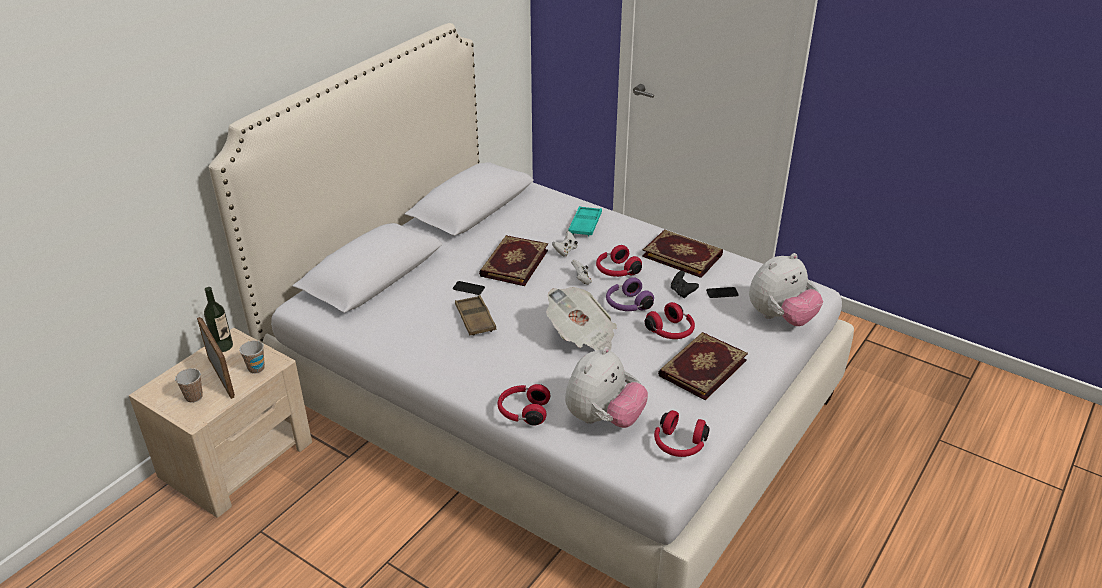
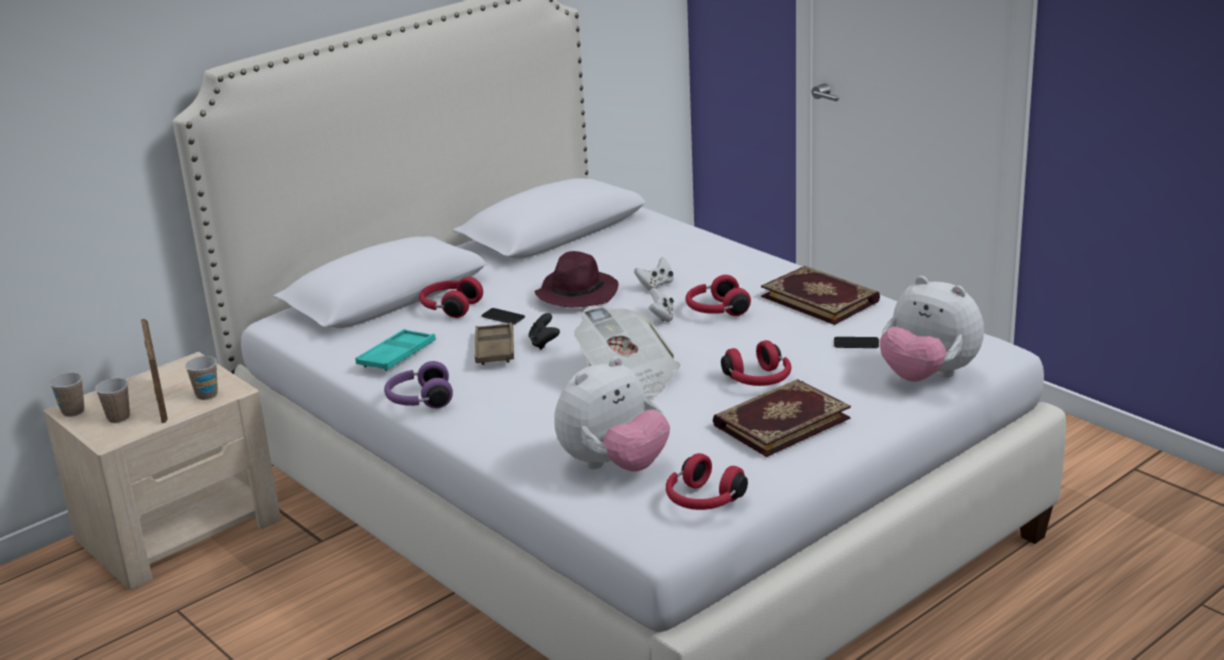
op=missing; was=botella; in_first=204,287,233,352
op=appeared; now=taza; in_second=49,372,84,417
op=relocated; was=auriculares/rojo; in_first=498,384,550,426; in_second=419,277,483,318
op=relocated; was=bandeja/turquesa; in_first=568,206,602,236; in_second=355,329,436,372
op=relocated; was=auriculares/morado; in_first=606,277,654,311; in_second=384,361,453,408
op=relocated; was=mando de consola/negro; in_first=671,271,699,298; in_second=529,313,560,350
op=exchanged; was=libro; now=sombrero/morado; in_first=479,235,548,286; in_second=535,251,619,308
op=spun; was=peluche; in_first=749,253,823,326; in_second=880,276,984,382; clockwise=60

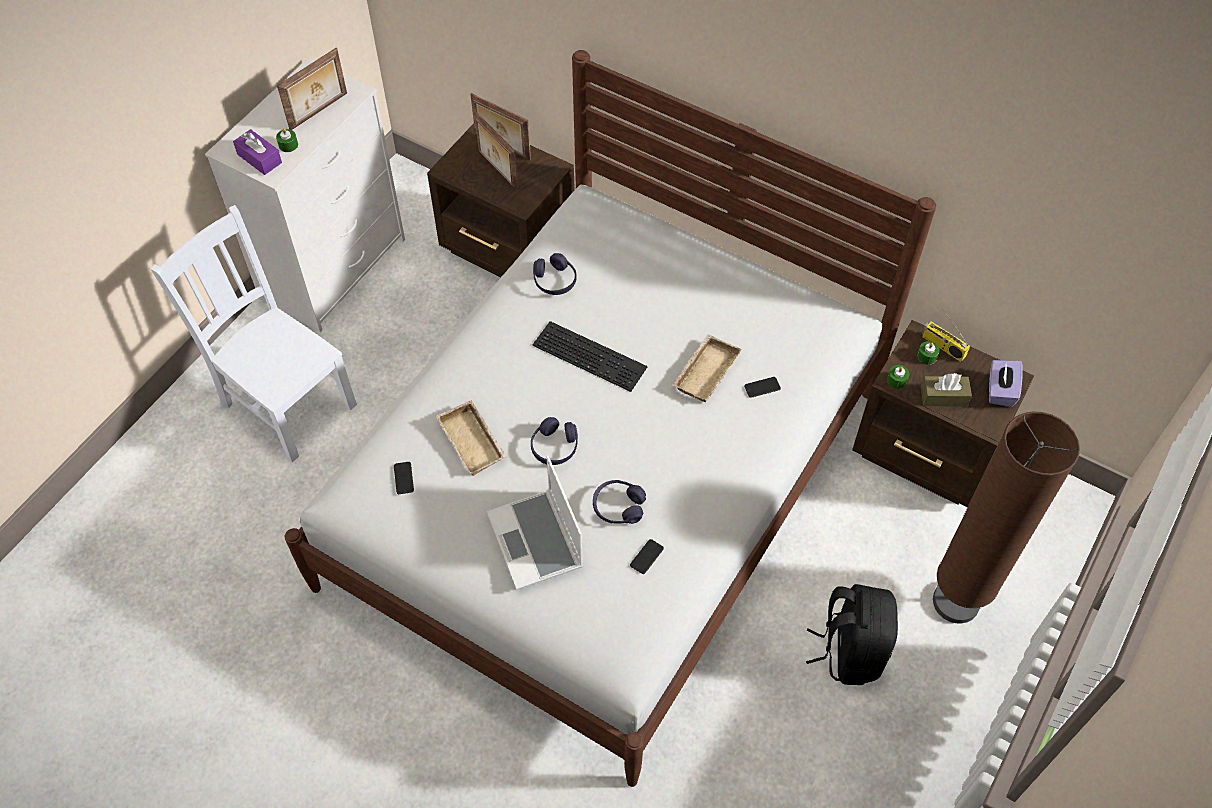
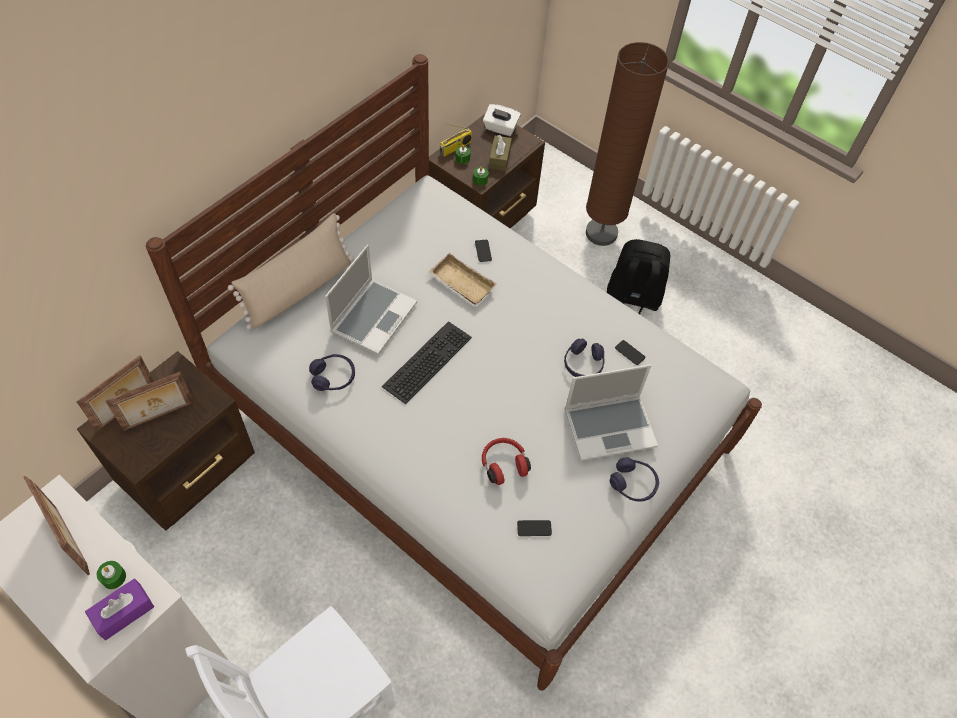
op=appeared; now=cojín/beis; in_second=228,213,353,330
op=appeared; now=portátil; in_second=325,244,417,355
op=relocated; was=auriculares/morado; in_first=531,417,578,465; in_second=610,457,659,502
op=exchanged; was=bandeja/beis; now=auriculares/rojo; in_first=436,400,507,476; in_second=482,438,531,485
op=colour; was=caja de pañuelos/morado; now=caja de pañuelos/blanco; in_first=989,360,1023,407; in_second=483,104,521,136

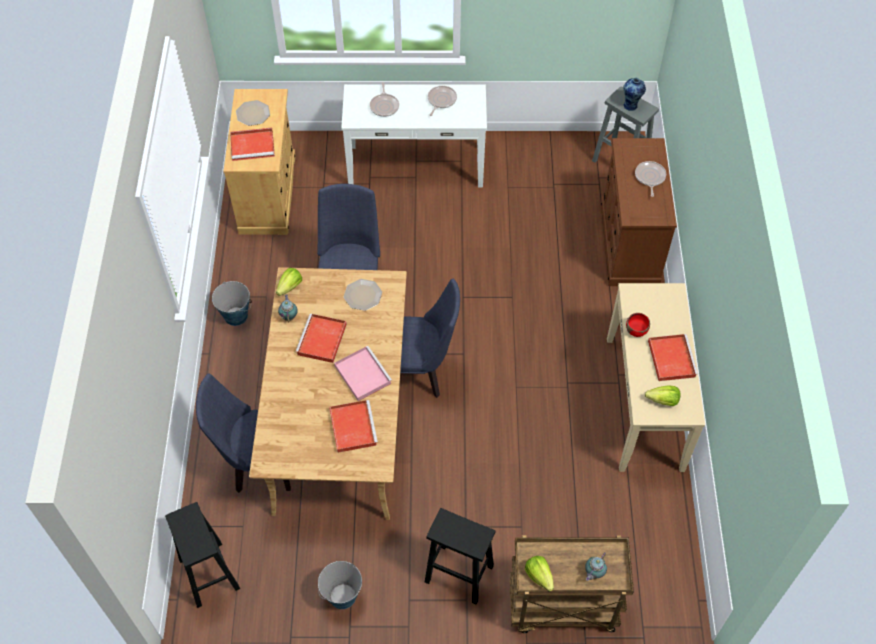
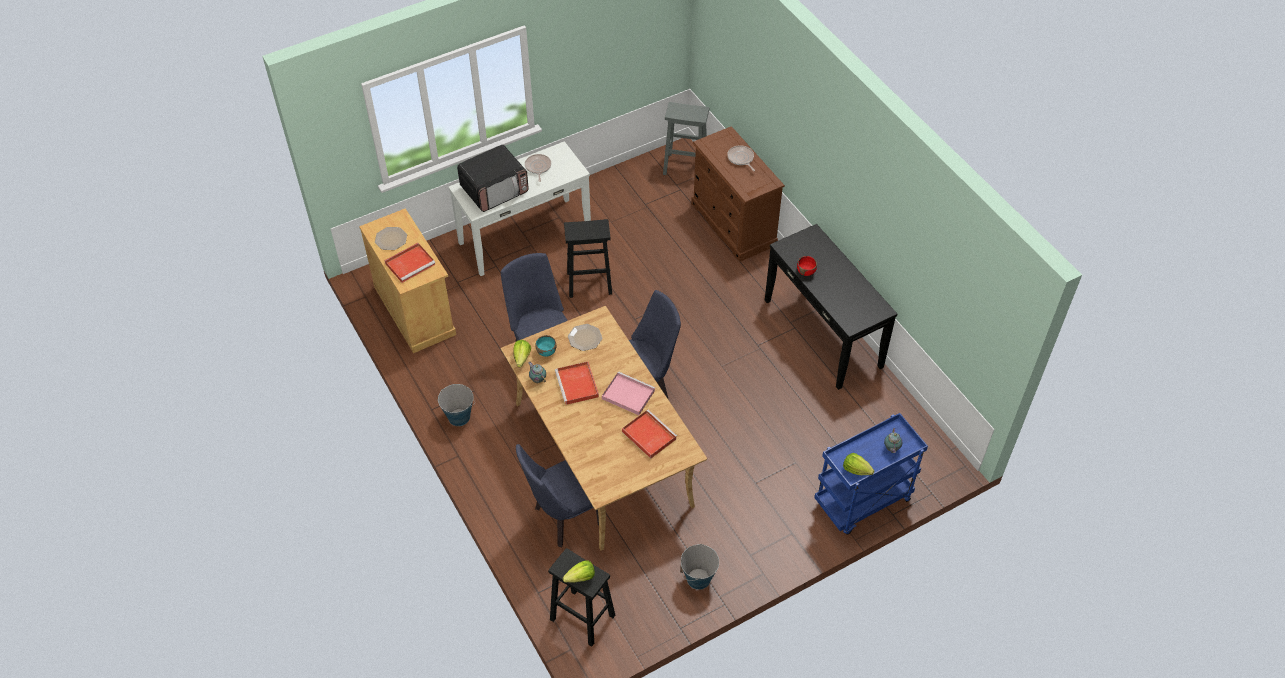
op=missing; was=florero; in_first=623,78,646,111
op=missing; was=bandeja/rojo; in_first=648,334,698,381
op=appeared; now=cuenco/turquesa; in_second=536,335,556,356
op=relocated; was=taburete/negro; in_first=425,508,495,605; in_second=564,219,612,298
op=relocated; was=lechuga; in_first=645,385,680,406; in_second=563,560,595,583
op=exchanged; was=sartén; now=microondas; in_first=370,82,399,117; in_second=457,145,529,212
op=colour; was=carrito/marrón; now=carrito/azul; in_first=510,535,634,633; in_second=814,413,928,535
op=colour; was=mesa consola/beis; now=mesa consola/negro; in_first=607,283,705,472; in_second=765,224,897,390

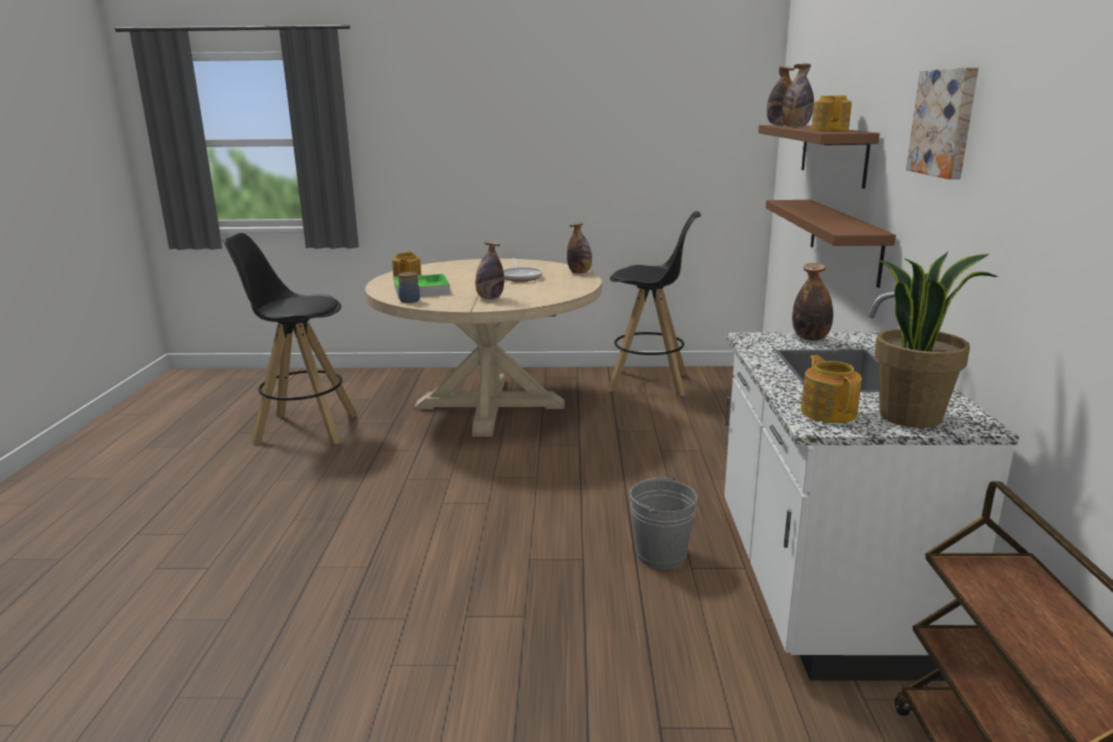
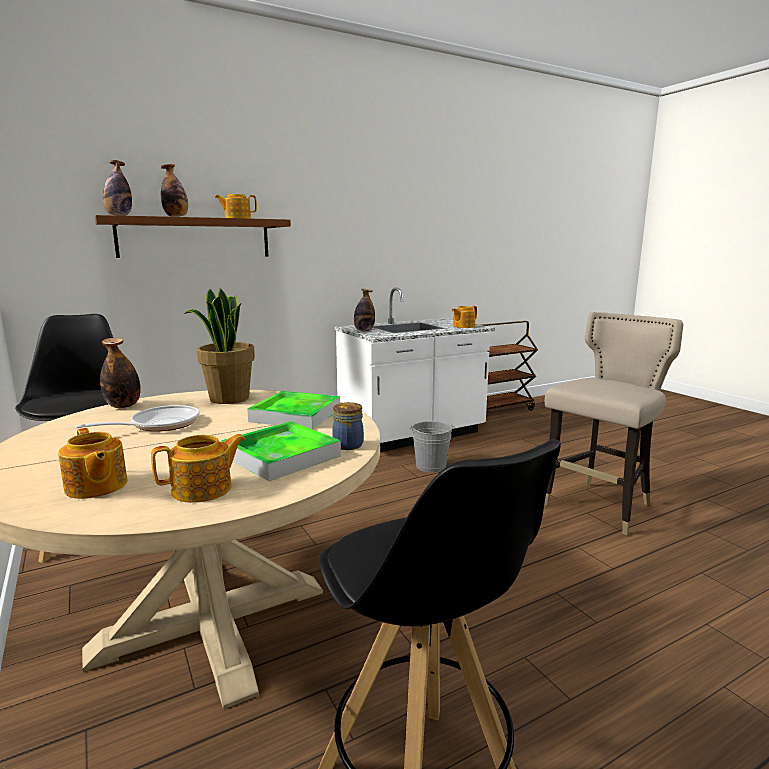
op=missing; was=estante/marrón; in_first=766,200,896,288
op=missing; was=cuadro; in_first=906,67,979,179
op=appeared; now=tetera; in_second=58,428,127,499
op=appeared; now=taburete/beis; in_second=544,312,684,535
op=relocated; was=planta en maceta; in_first=874,252,998,428; in_second=184,288,255,404
op=exchanged; was=botella; now=bandeja; in_first=475,242,504,299; in_second=247,391,340,429

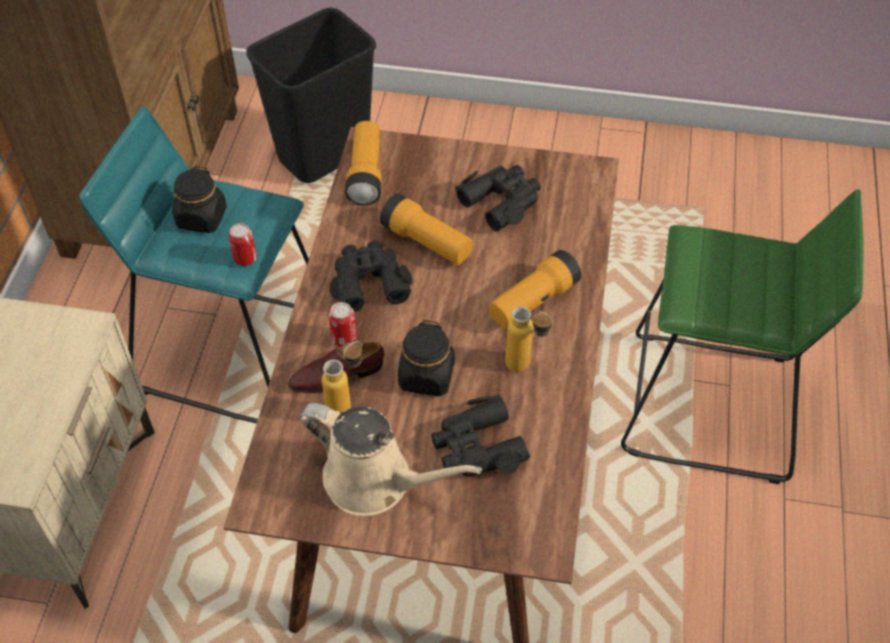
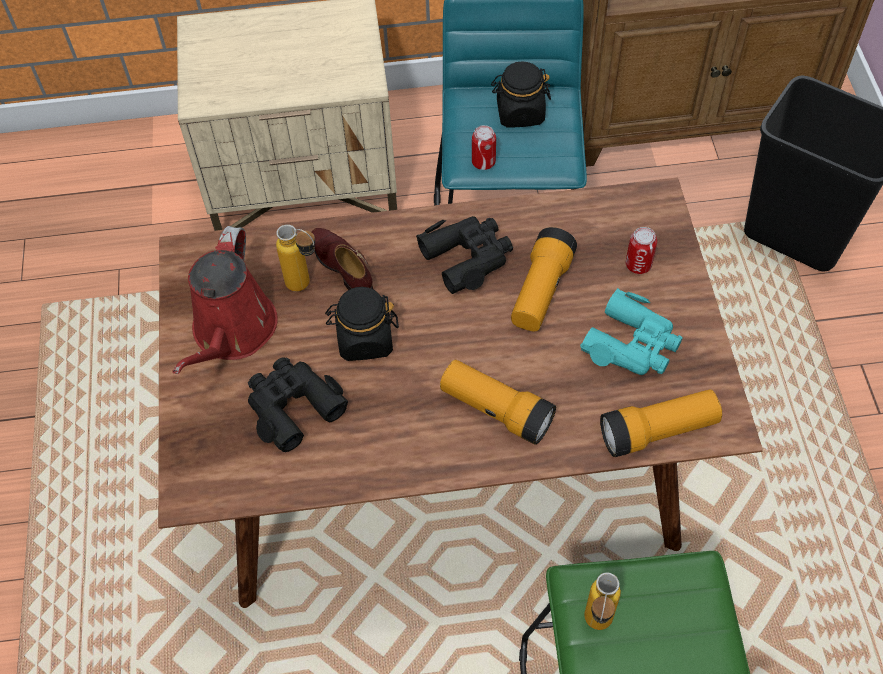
op=relocated; was=lata; in_first=329,302,357,347; in_second=626,227,657,274
op=relocated; was=linterna; in_first=345,121,382,206; in_second=600,389,722,457
op=relocated; was=botella; in_first=505,307,553,372; in_second=584,572,621,630
op=colour; was=regadera/beis; now=regadera/rojo; in_first=299,403,482,516; in_second=173,226,278,374
op=colour; was=prismáticos/negro; now=prismáticos/turquesa; in_first=455,165,541,231; in_second=580,288,682,375

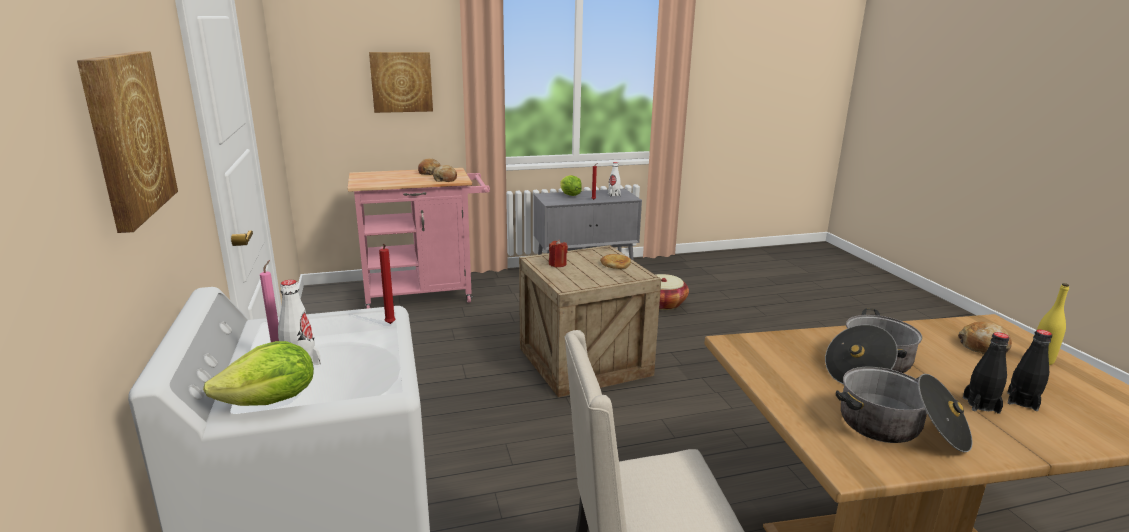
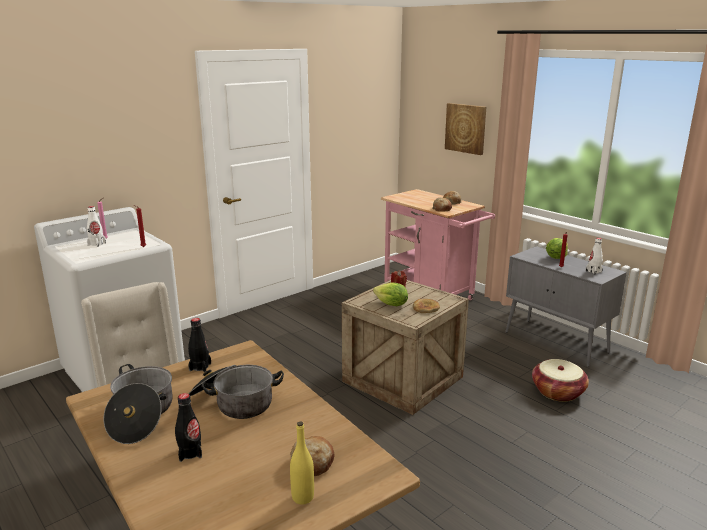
op=missing; was=cuadro; in_first=77,51,178,233
op=relocated; was=lechuga; in_first=203,341,314,406; in_second=373,283,408,306
op=relocated; was=botella/negro; in_first=1007,329,1052,411; in_second=188,318,211,372

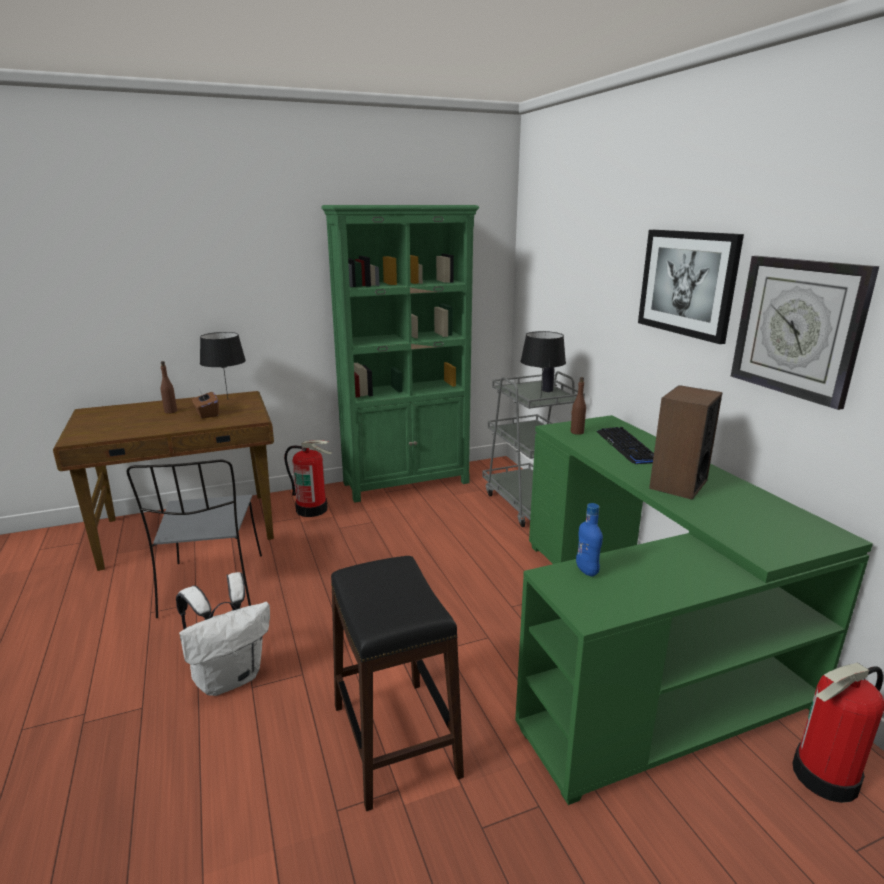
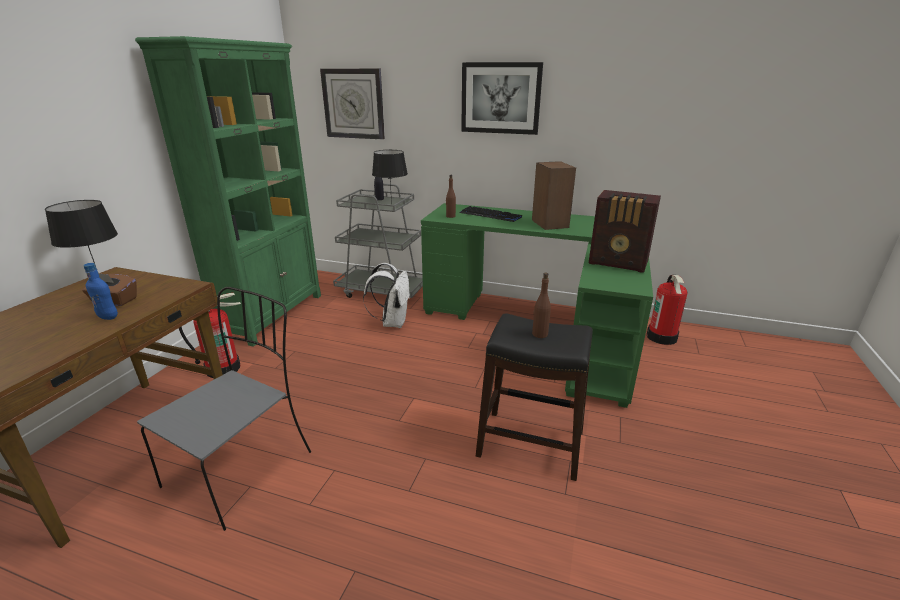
op=appeared; now=radio; in_second=589,190,661,273
op=relocated; was=botella/marrón; in_first=161,361,177,414; in_second=532,273,551,338
op=relocated; was=mochila/blanco; in_first=176,572,270,696; in_second=363,263,410,328
op=relocated; was=botella/azul; in_first=576,503,603,576; in_second=83,263,118,320
op=relocated; was=reloj de pared; in_first=731,256,879,410; in_second=320,69,385,139
op=spun; was=silla/gris; in_first=127,460,262,618; in_second=137,287,311,531; clockwise=-90

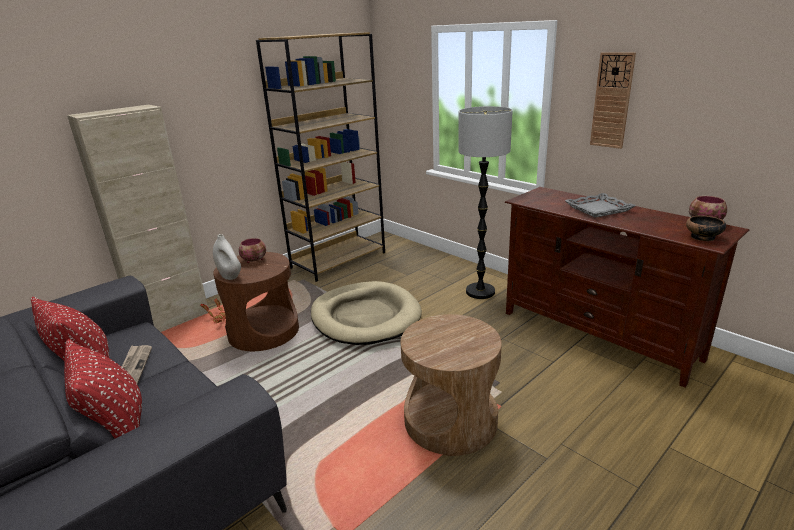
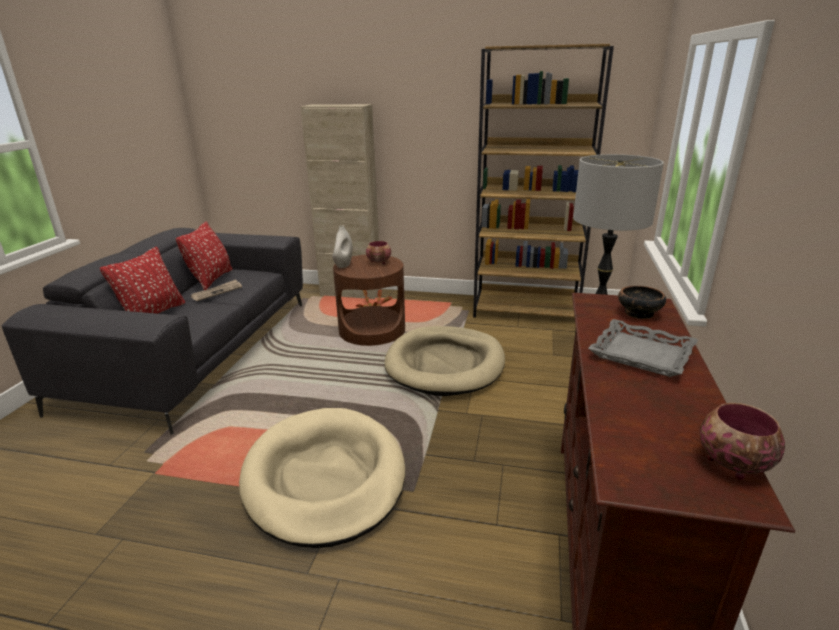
op=missing; was=reloj de pared; in_first=590,52,636,149
op=relocated; was=cuenco; in_first=686,215,726,241; in_second=618,286,666,319
op=exchanged; was=mesa auxiliar/marrón; now=cama para perro/beis; in_first=401,314,502,456; in_second=239,408,406,548

